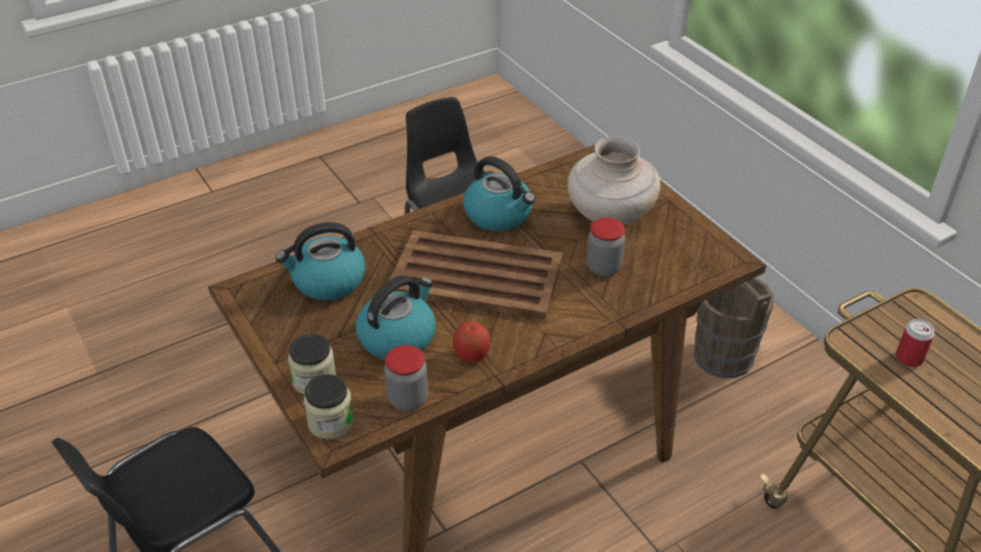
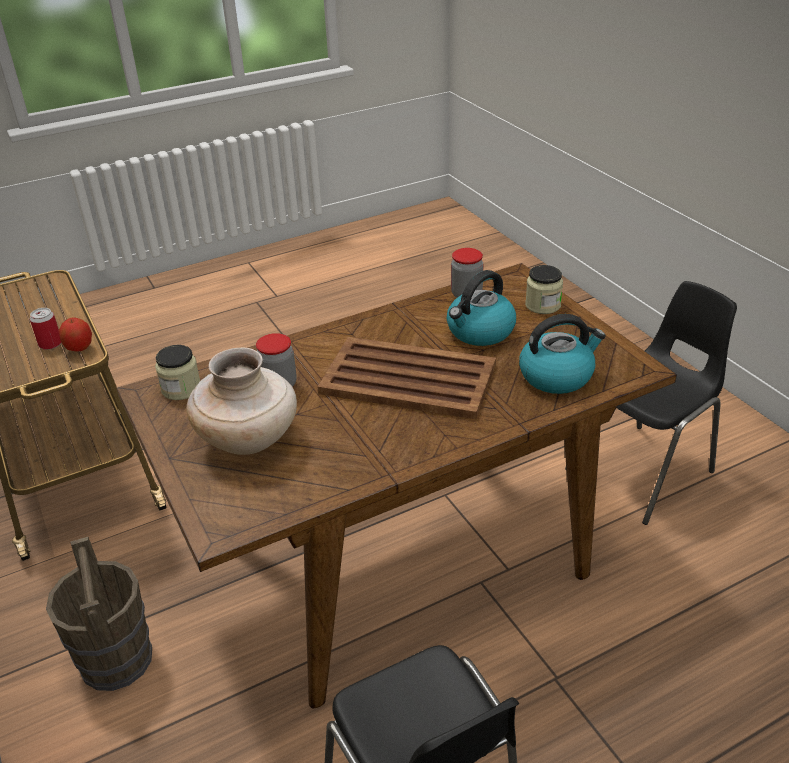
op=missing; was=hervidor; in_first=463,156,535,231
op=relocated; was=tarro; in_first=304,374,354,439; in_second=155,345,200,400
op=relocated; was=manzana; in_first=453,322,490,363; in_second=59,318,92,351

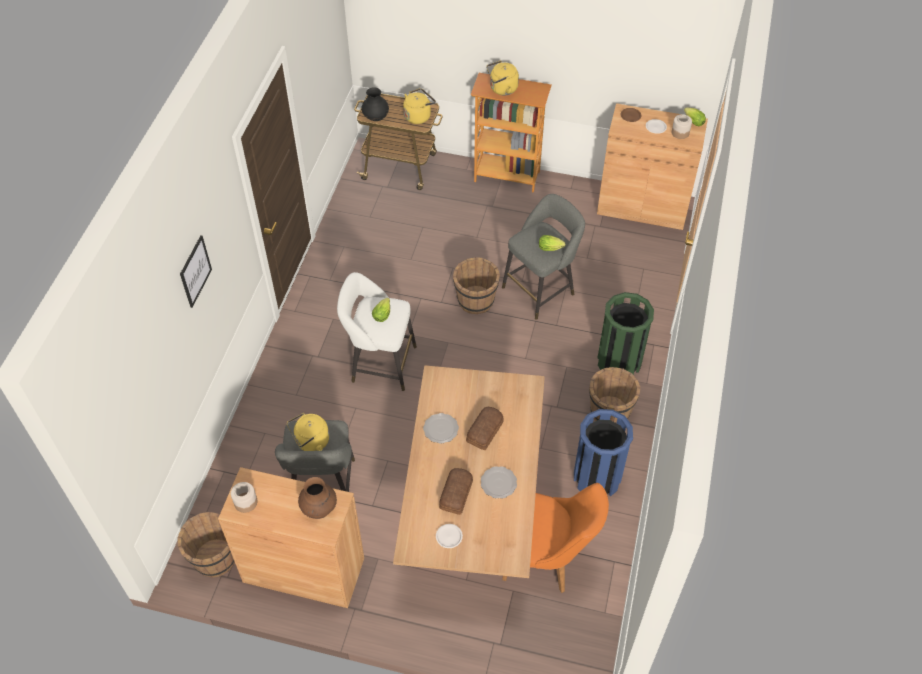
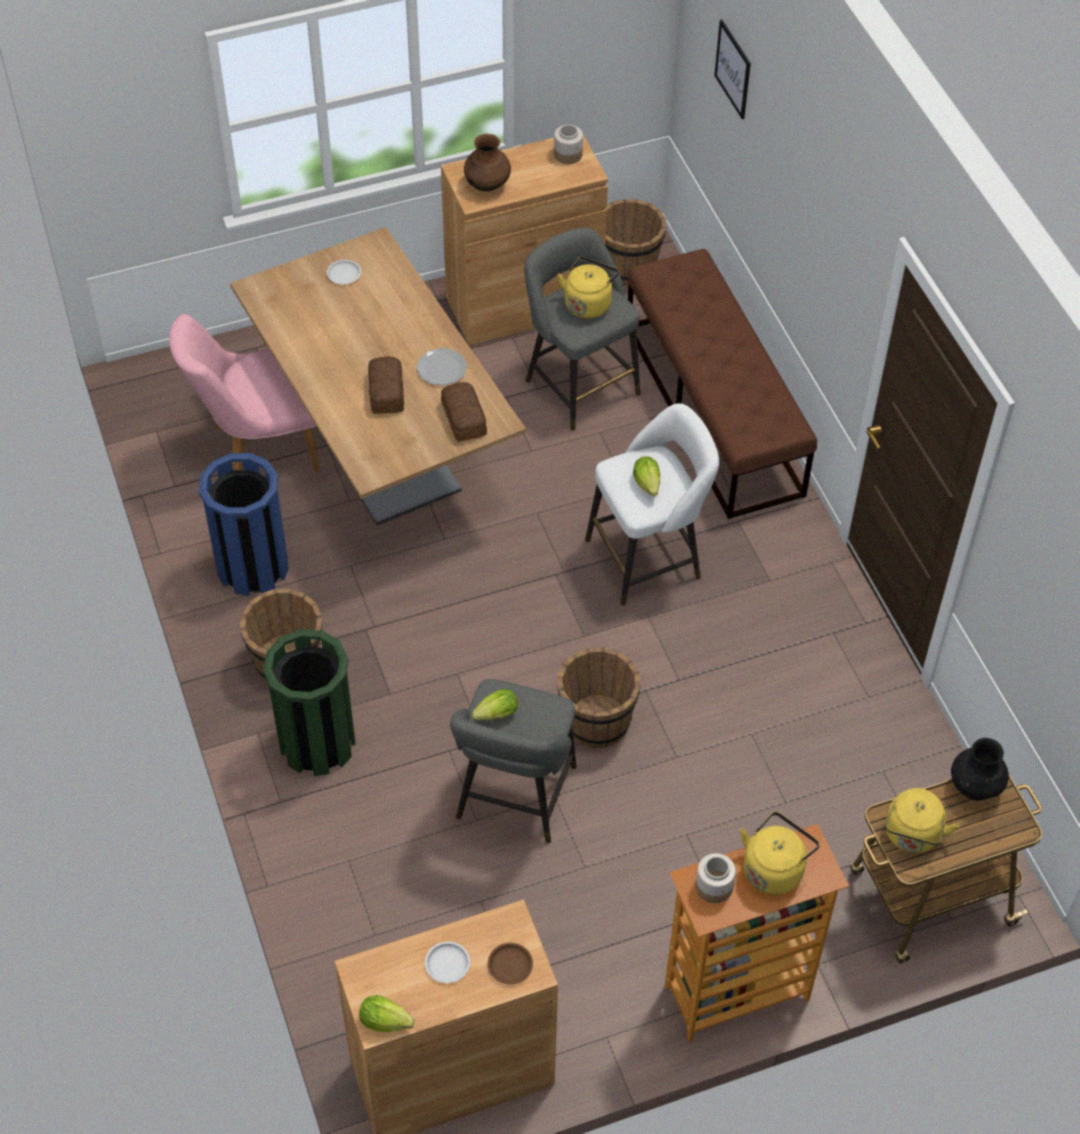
op=missing; was=plato; in_first=481,466,517,498
op=appeared; now=banco/marrón; in_second=627,249,817,519
op=relocated; was=cuadro; in_first=180,235,212,308; in_second=714,19,751,119
op=relocated; was=pan; in_first=439,468,473,515; in_second=441,382,487,442
op=relocated; was=tarro; in_first=672,114,692,139; in_second=695,853,736,903
op=colour; was=silla/naranja; now=silla/rosa; in_first=502,483,609,593; in_second=169,314,320,472

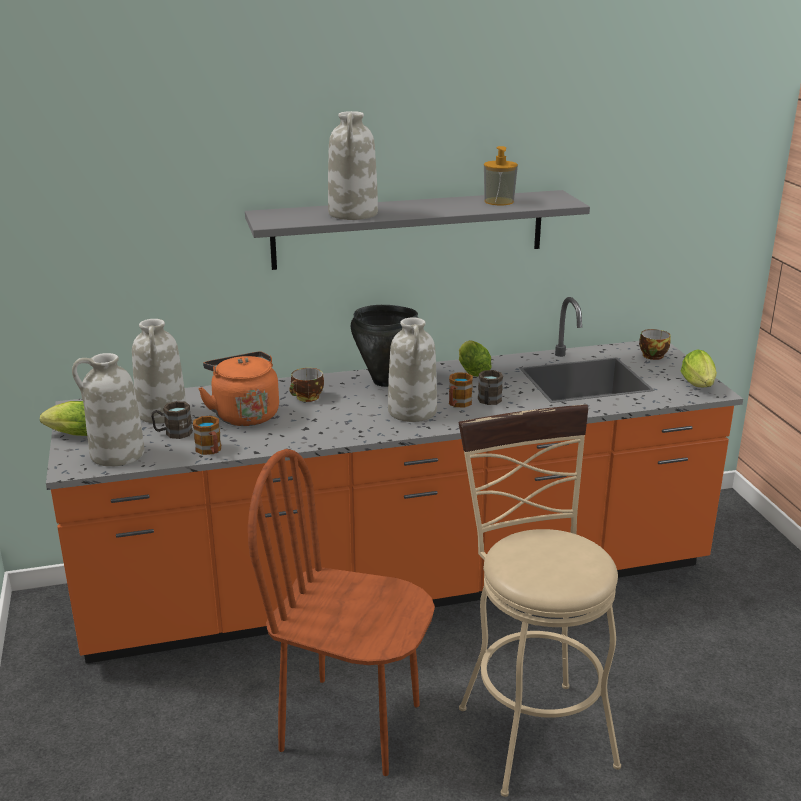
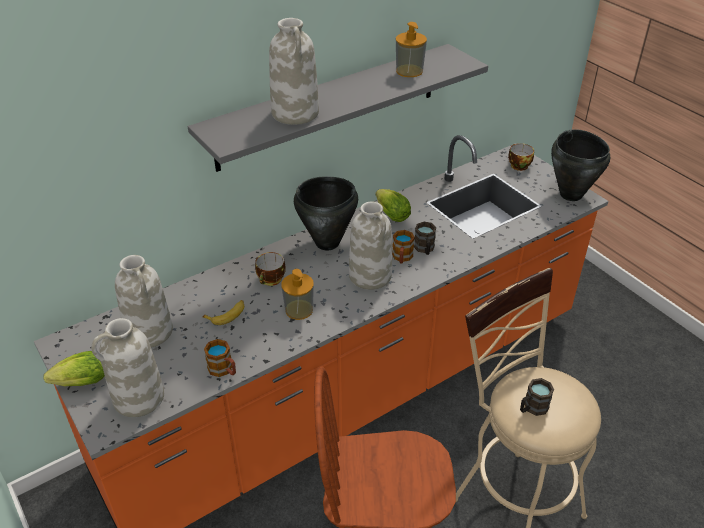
op=appeared; now=dispensador de jabón; in_second=281,269,314,320
op=relocated; was=taza grande/marrón; in_first=151,401,193,439; in_second=520,378,554,416
op=exchanged; was=hervidor/naranja; now=plátano; in_first=198,351,279,426; in_second=203,300,244,325
op=exchanged; was=lechuga; now=olla/negro; in_first=681,349,717,387; in_second=551,129,610,201

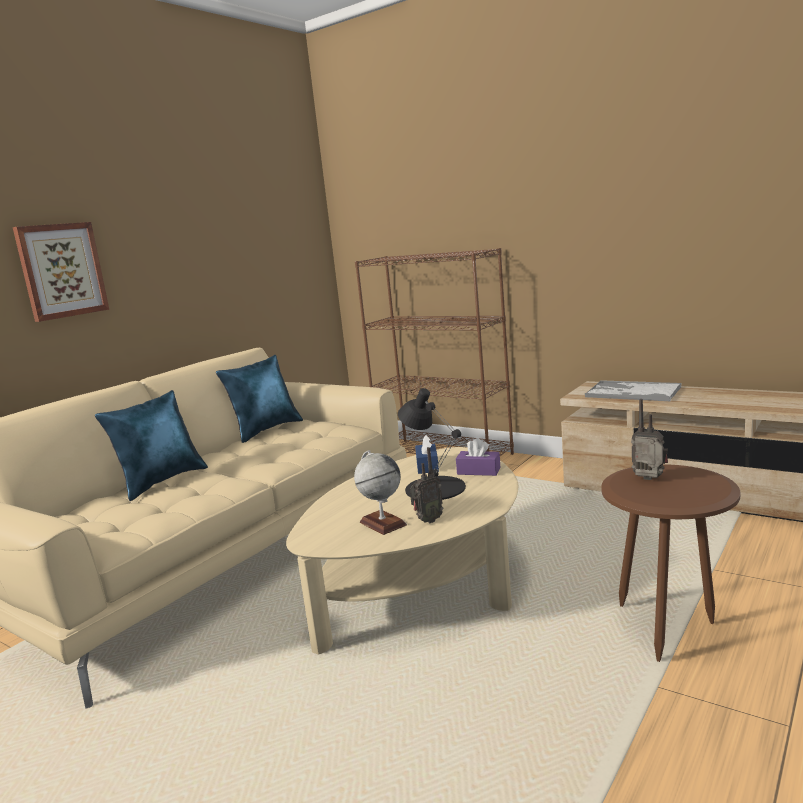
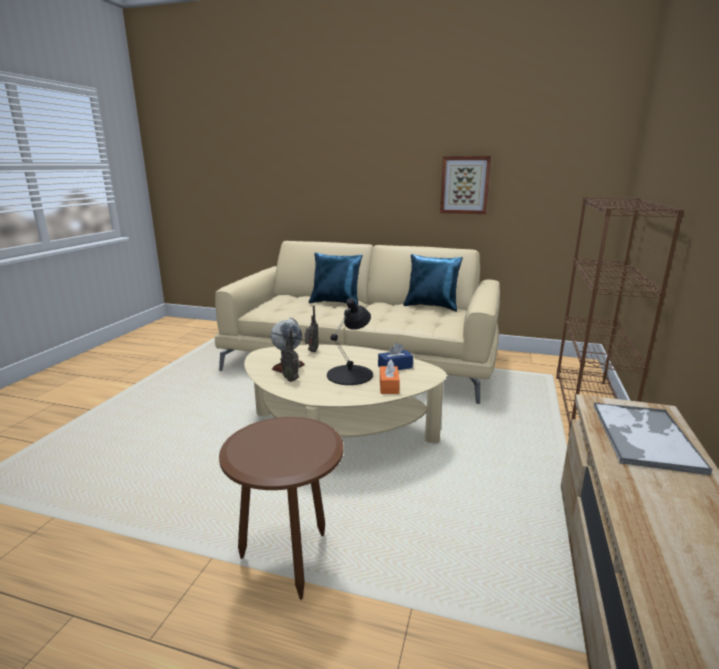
op=relocated; was=cuadro; in_first=13,222,109,322; in_second=440,156,491,214
op=relocated; was=radio; in_first=631,399,668,480; in_second=305,305,319,352
op=colour; was=caja de pañuelos/morado; now=caja de pañuelos/naranja; in_first=456,438,501,476; in_second=380,360,400,394

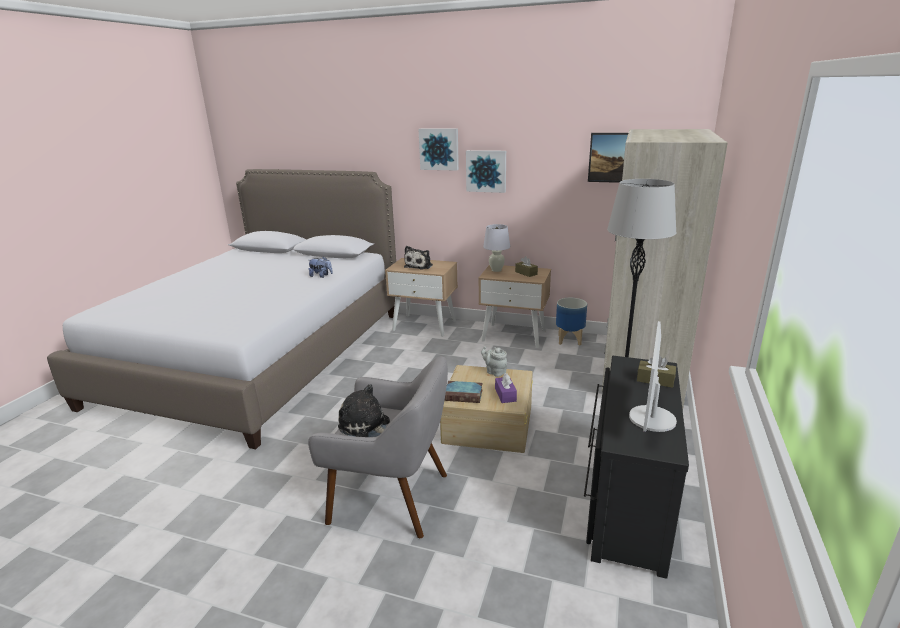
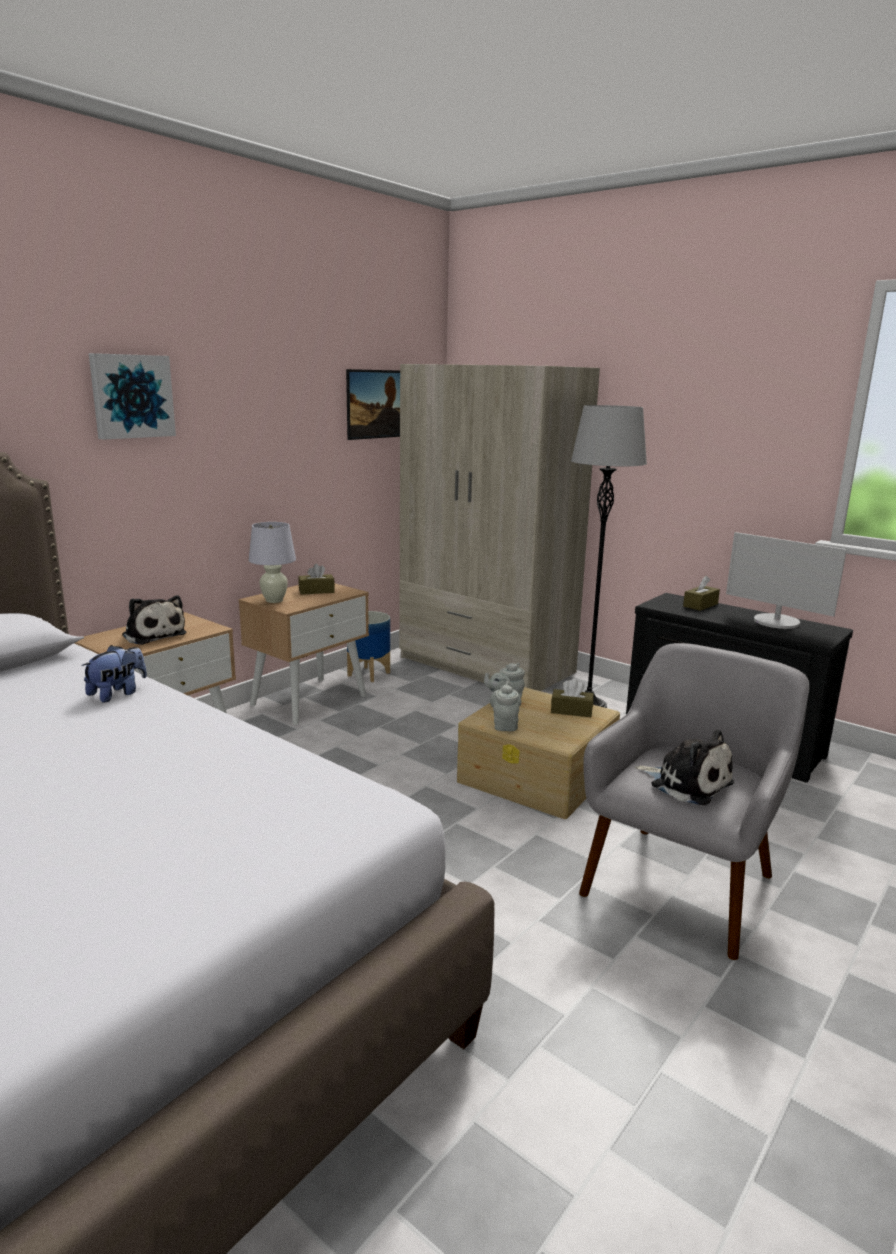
op=missing; was=libro; in_first=444,381,483,403
op=missing; was=cuadro; in_first=466,150,506,193
op=appeared; now=tetera/gris; in_second=490,681,522,731
op=colour; was=caja de pañuelos/morado; now=caja de pañuelos/marrón; in_first=495,373,517,403; in_second=551,679,594,717
op=spun; was=peluche; in_first=338,384,390,437; in_second=635,730,734,806; clockwise=-105

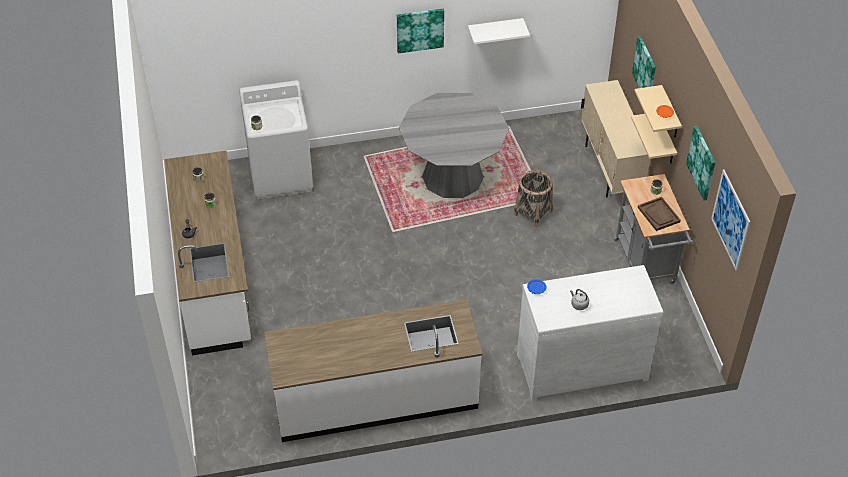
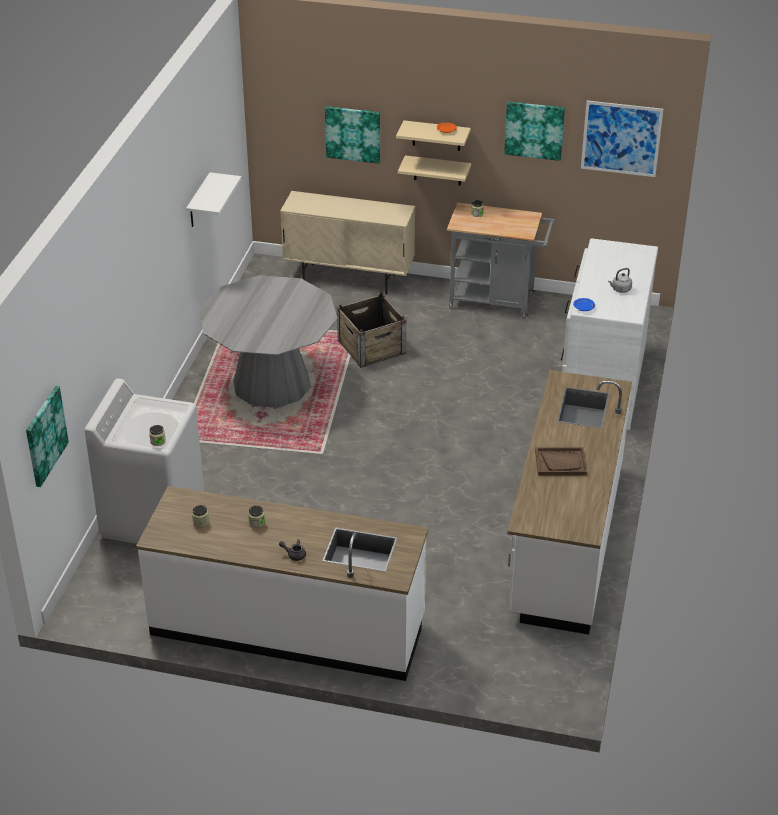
op=relocated; was=cuadro; in_first=397,9,444,53; in_second=26,386,69,487
op=relocated; was=bandeja/marrón; in_first=638,197,681,231; in_second=535,447,587,476
op=exchanged; was=cesta; now=caja de embalaje; in_first=514,170,553,227; in_second=337,293,407,368

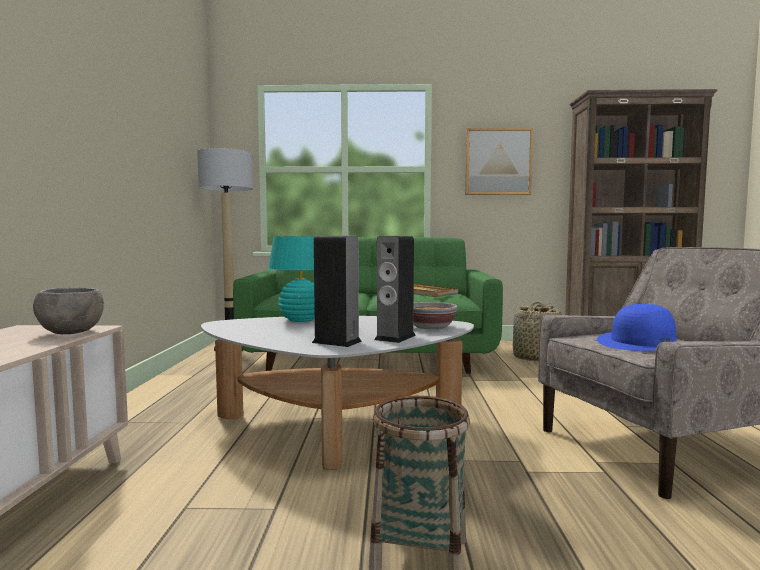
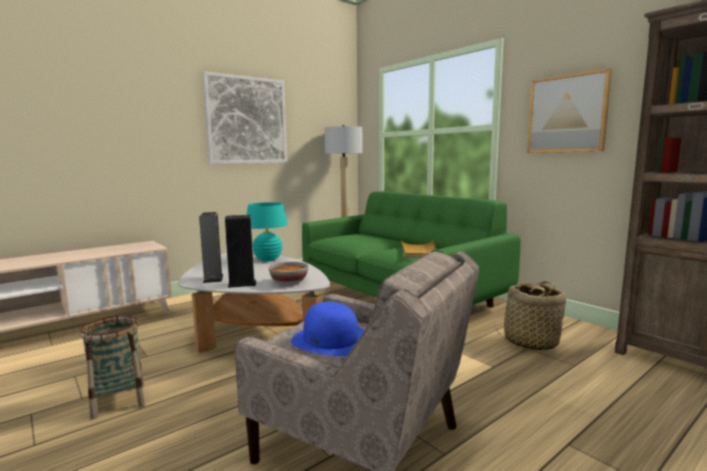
op=missing; was=cuenco/gris; in_first=33,287,104,334
op=appeared; now=cuadro; in_second=202,71,287,164

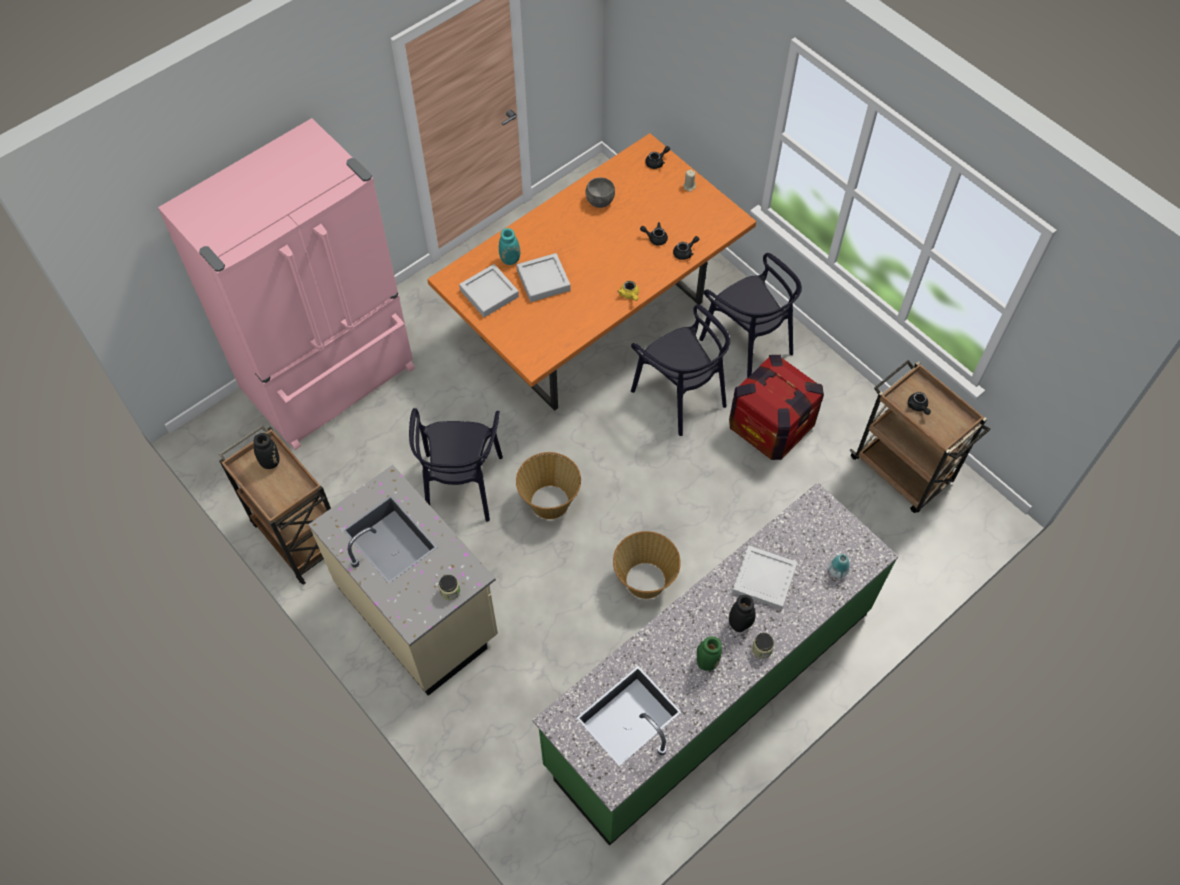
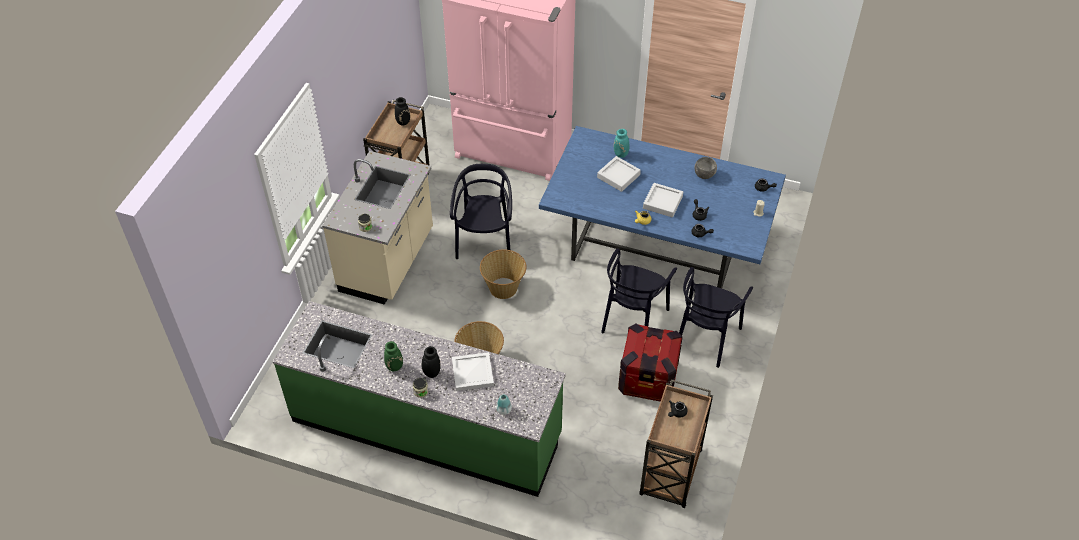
op=relocated; was=bandeja/gris; in_first=459,264,519,317; in_second=643,183,683,218
op=colour; was=mesa de comedor/naranja; now=mesa de comedor/azul; in_first=427,133,756,411; in_second=539,126,786,288
op=spun; was=silla/negro; in_first=409,408,503,521; in_second=450,164,512,259; clockwise=120

